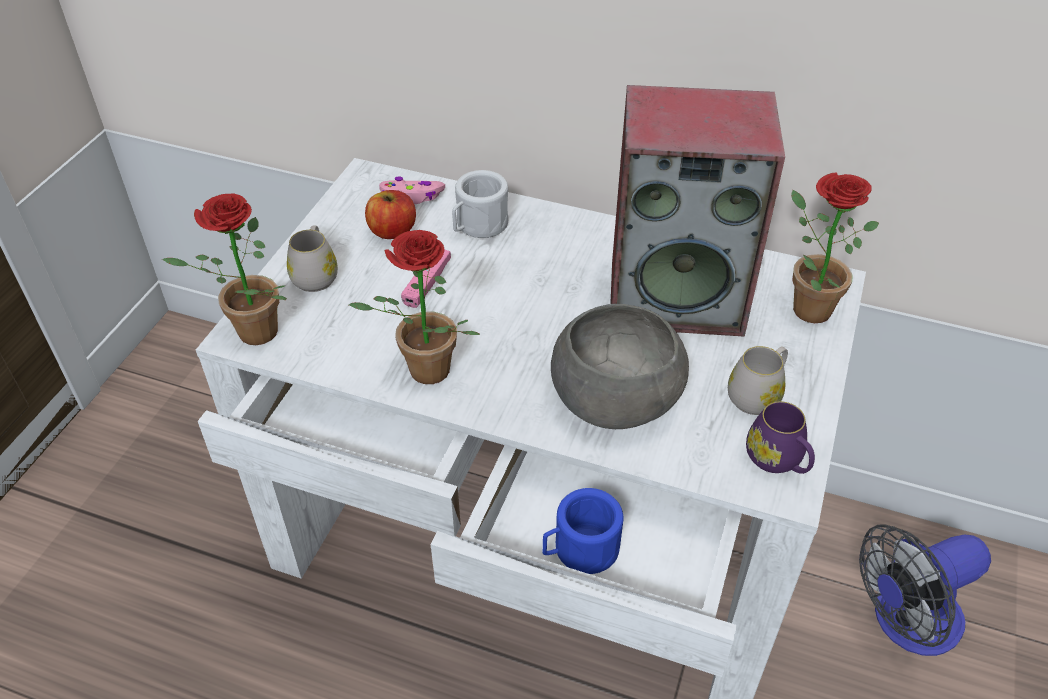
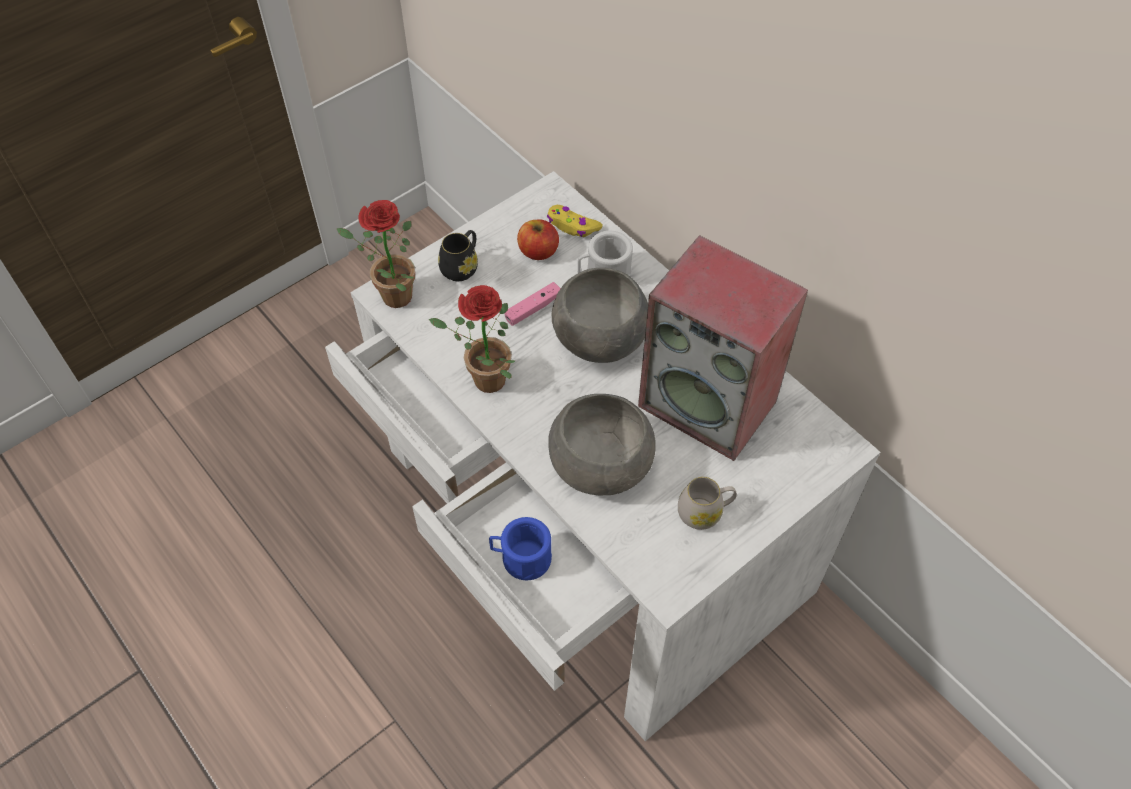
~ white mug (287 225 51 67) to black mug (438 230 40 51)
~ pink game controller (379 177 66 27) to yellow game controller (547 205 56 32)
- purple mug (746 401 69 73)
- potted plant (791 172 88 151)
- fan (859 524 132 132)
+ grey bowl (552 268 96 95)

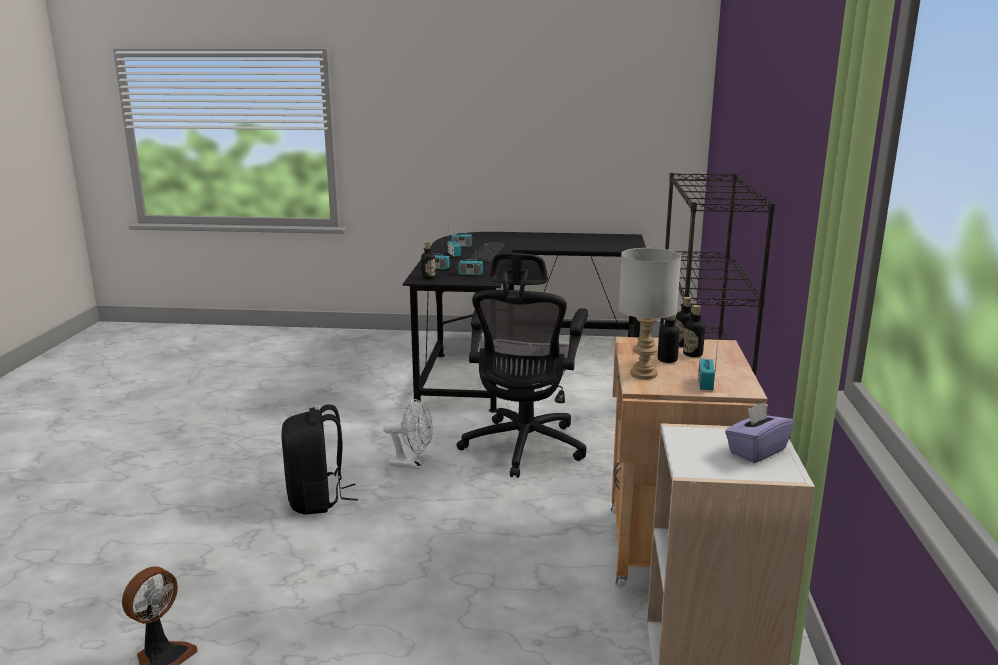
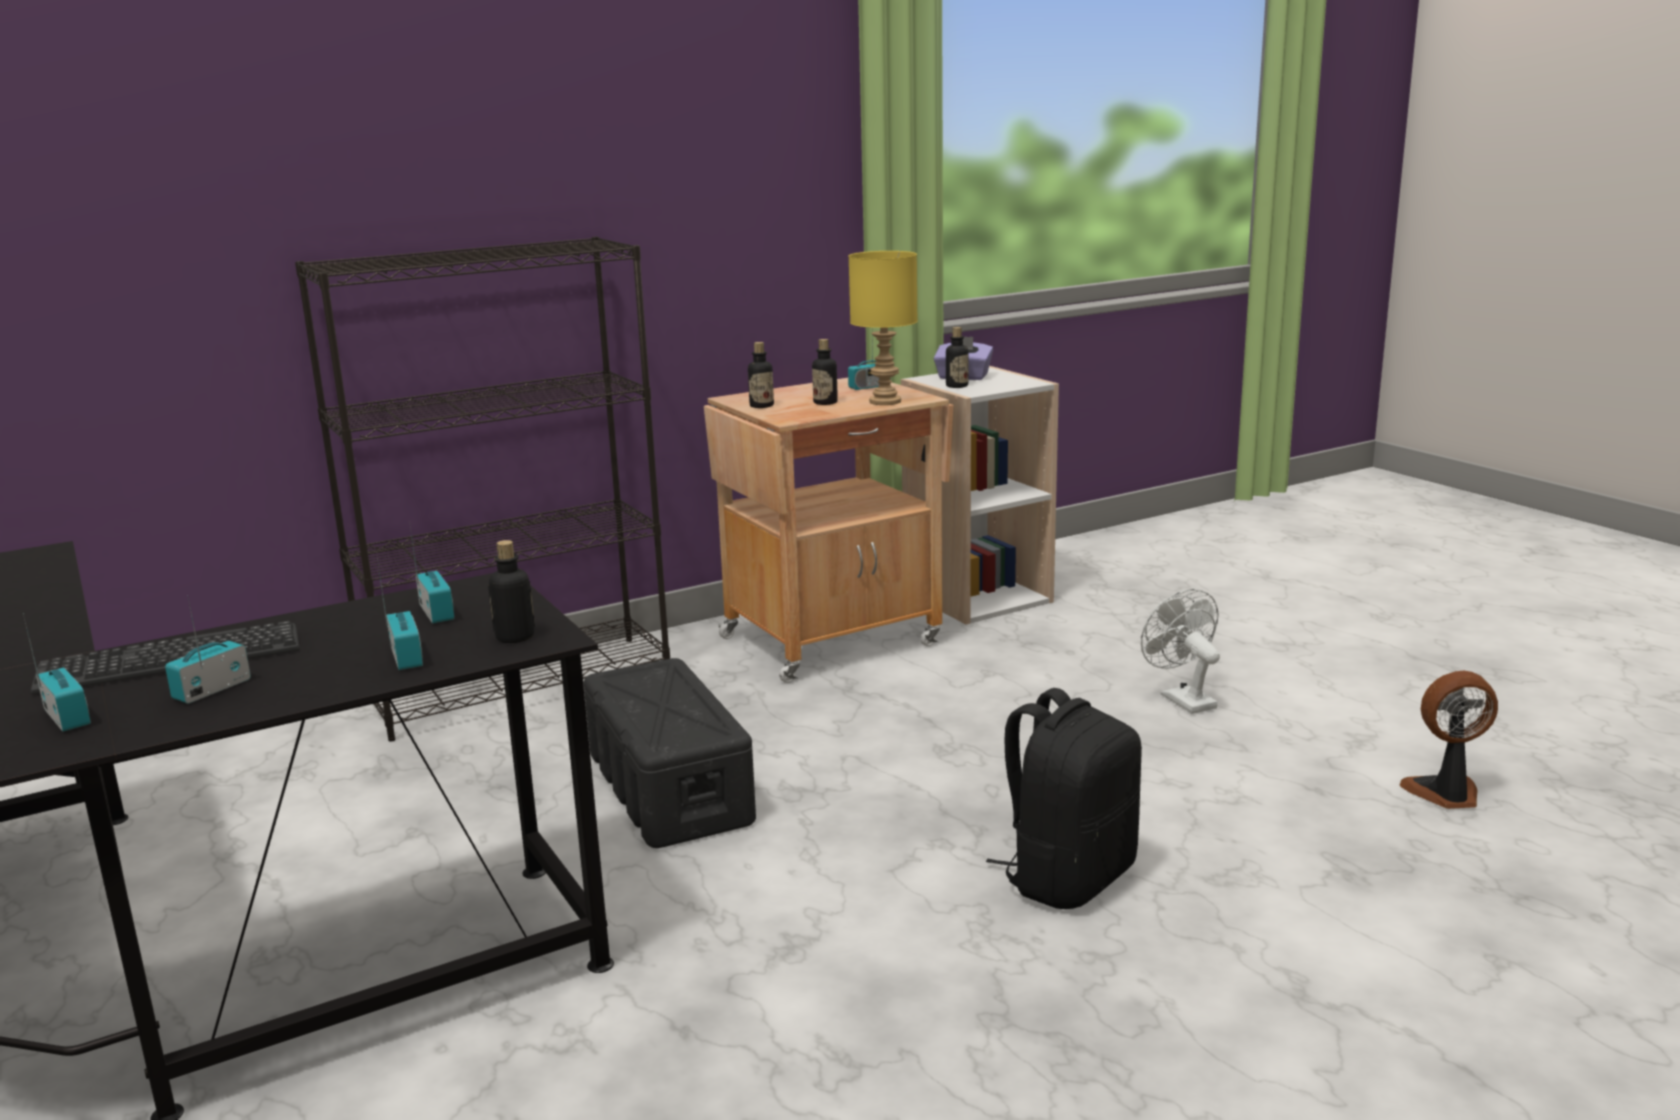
~ white fan (383 399 50 70) to (1141 589 79 125)
~ office chair (456 253 132 225) to black storage box (583 658 173 190)
~ grey table lamp (619 248 62 131) to yellow table lamp (848 251 70 154)
~ bottle (683 305 22 52) to (946 327 22 61)

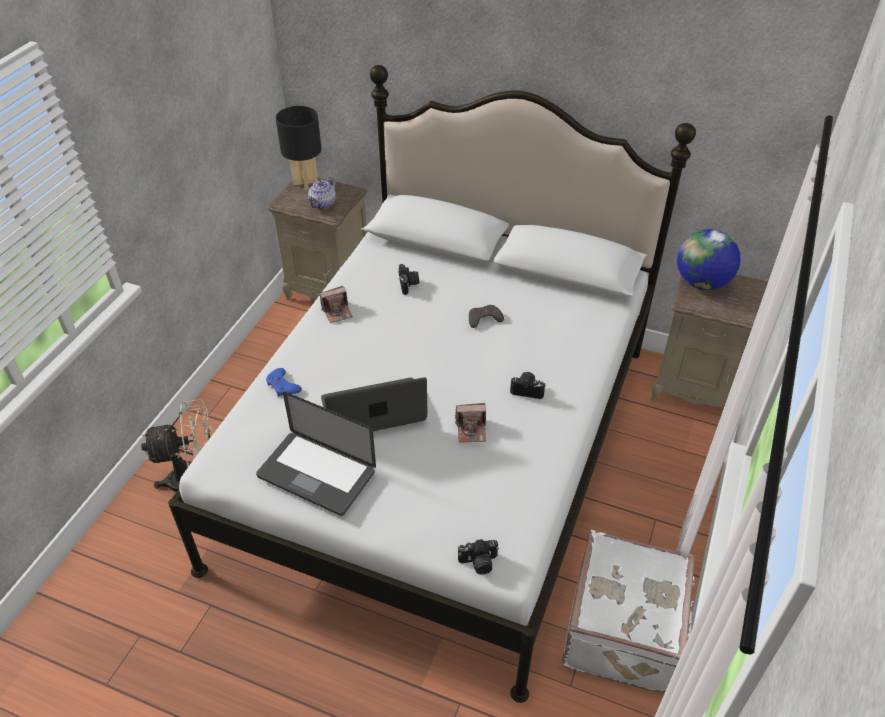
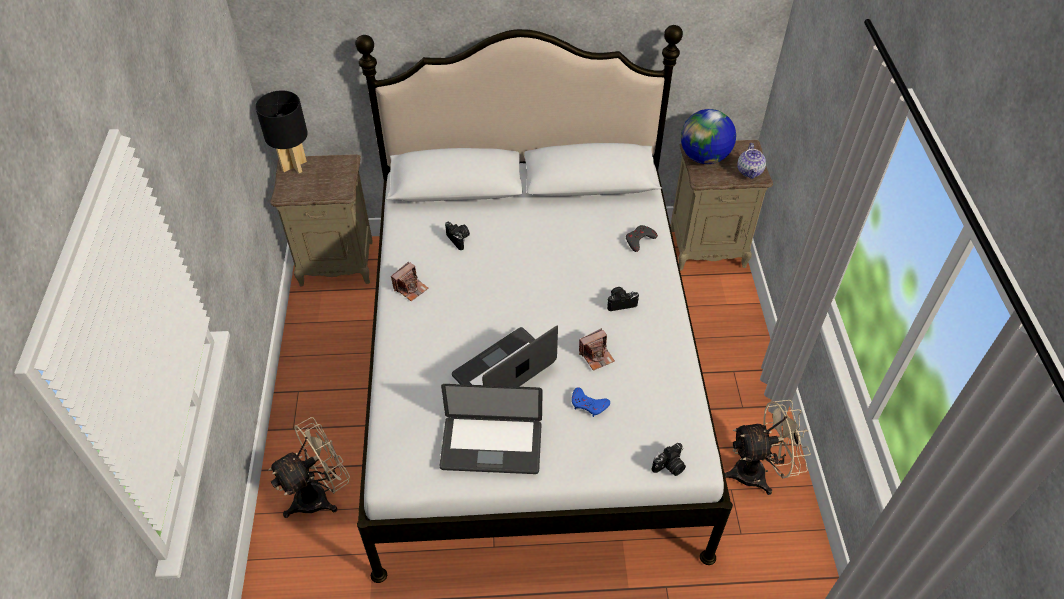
~ blue game controller (266 368 36 29) to (572 387 38 30)
~ teapot (307 177 29 32) to (737 143 29 36)
~ grey game controller (469 305 35 23) to (626 225 32 27)
~ white suitcase (562 530 133 163) to beige fan (724 400 87 95)

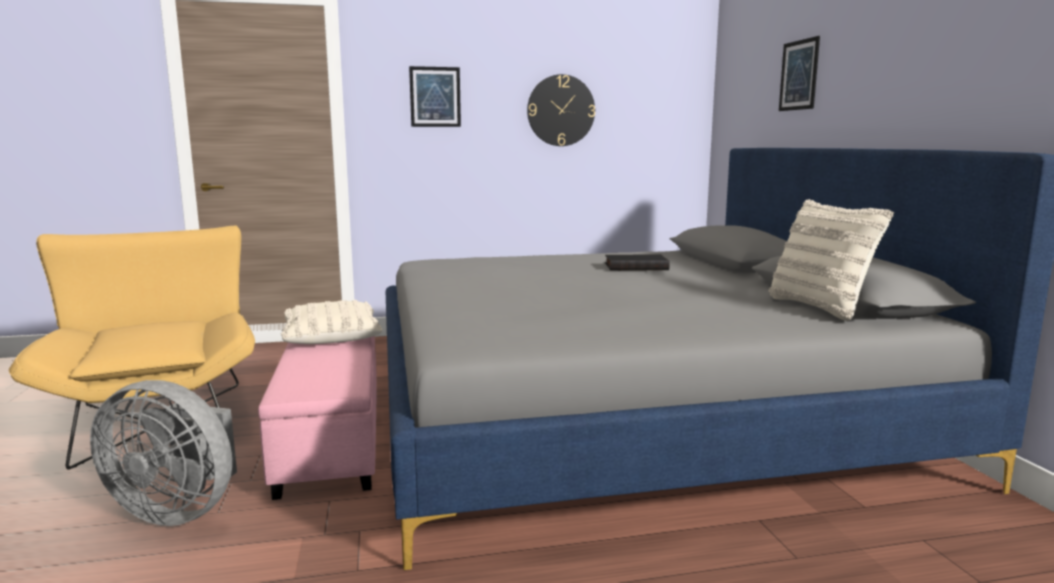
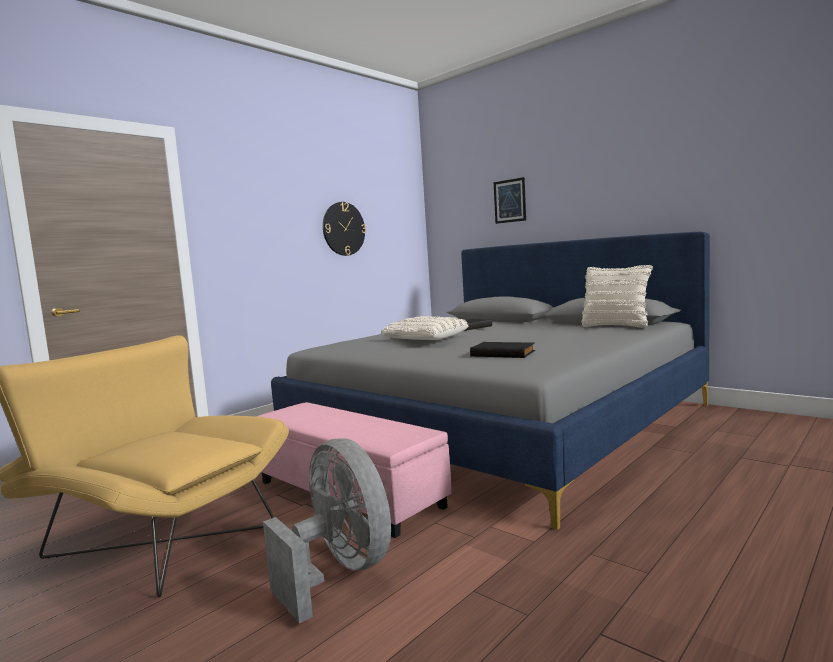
~ grey fan (90 380 147 146) = (263 438 128 186) 105 degrees counterclockwise
~ beige pillow (281 300 101 44) to (381 316 88 24)
- picture (409 66 52 61)
+ black book (470 342 65 16)

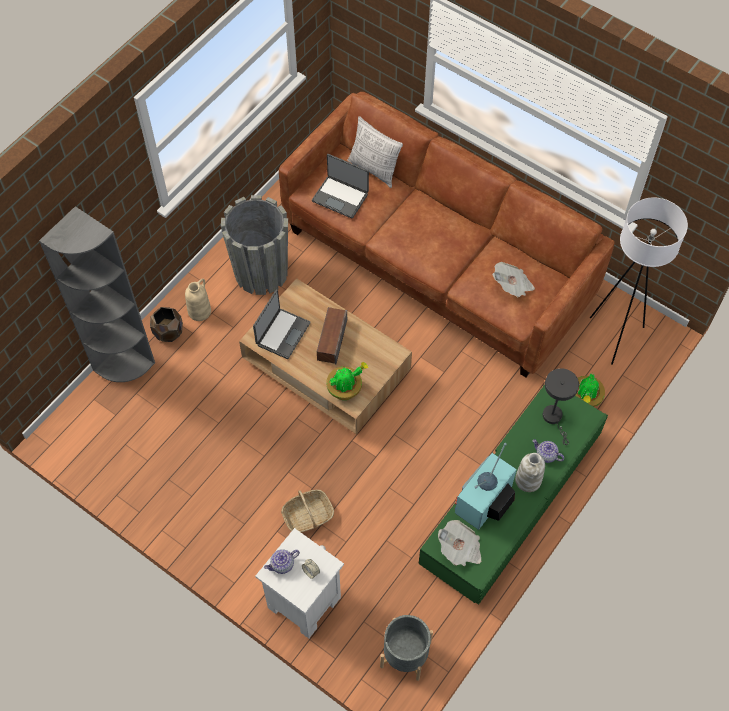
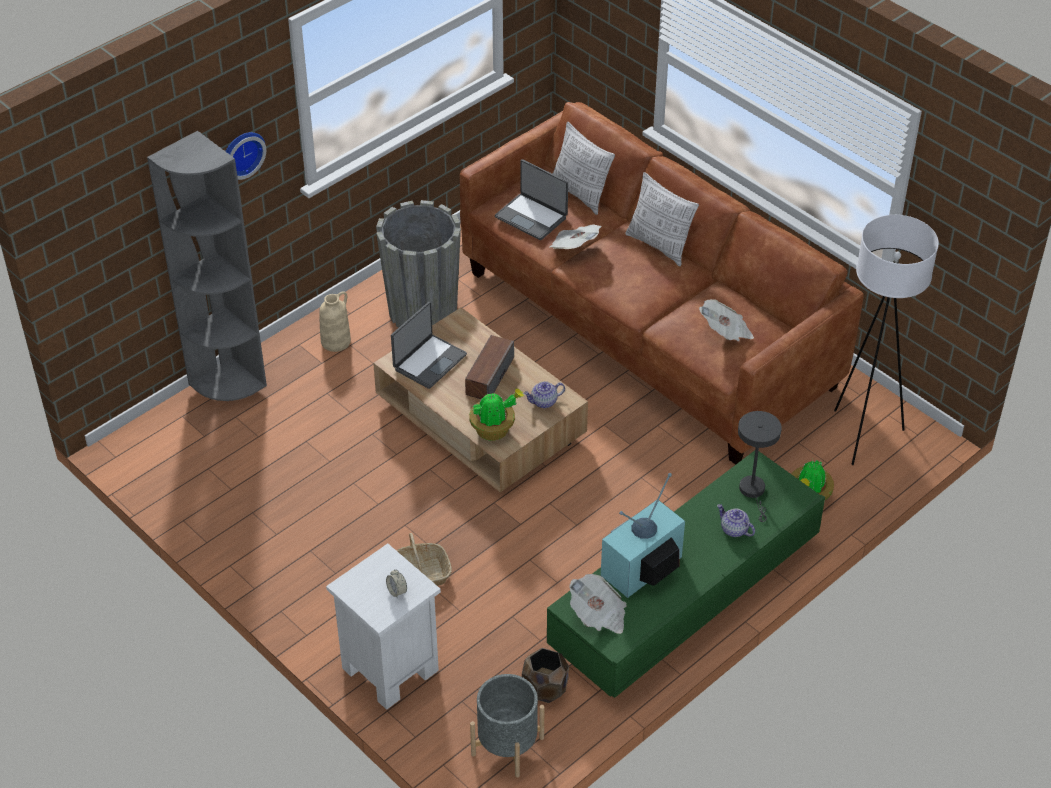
~ brown planter (150 307 33 35) to (522 648 47 55)
~ teapot (264 549 36 25) to (523 381 42 27)
- white vase (515 453 30 39)
+ wall clock (225 132 41 48)
+ newspaper (550 224 52 25)
+ pillow (625 172 74 94)

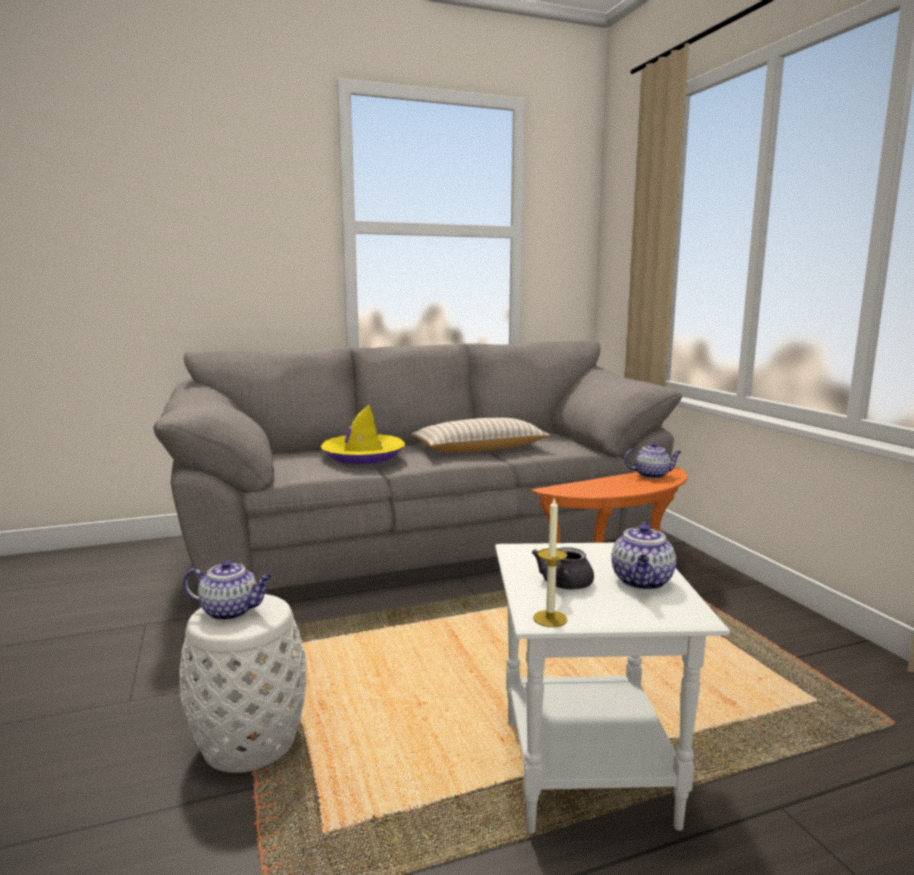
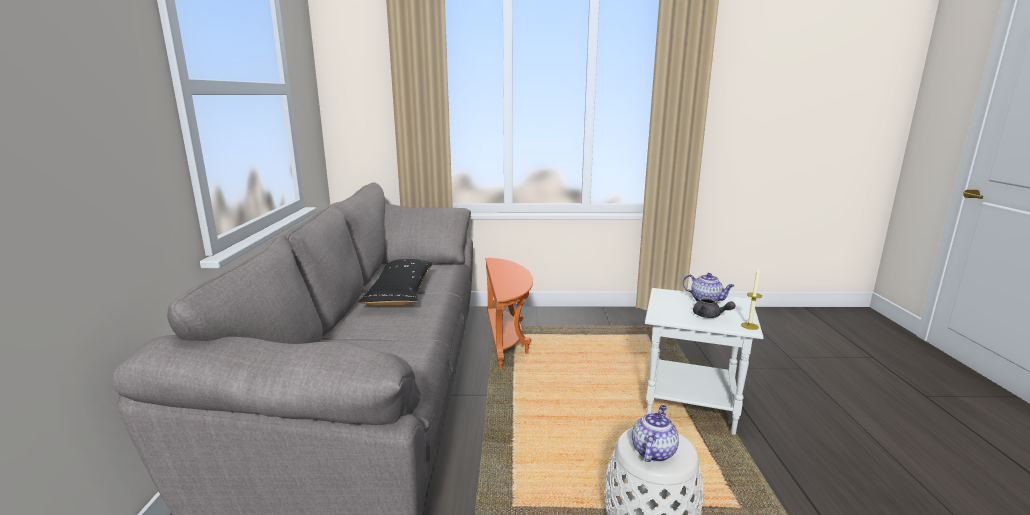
- yellow hat (320 405 85 59)
~ beige pillow (411 417 140 35) to black pillow (358 259 76 47)
- teapot (624 443 58 36)

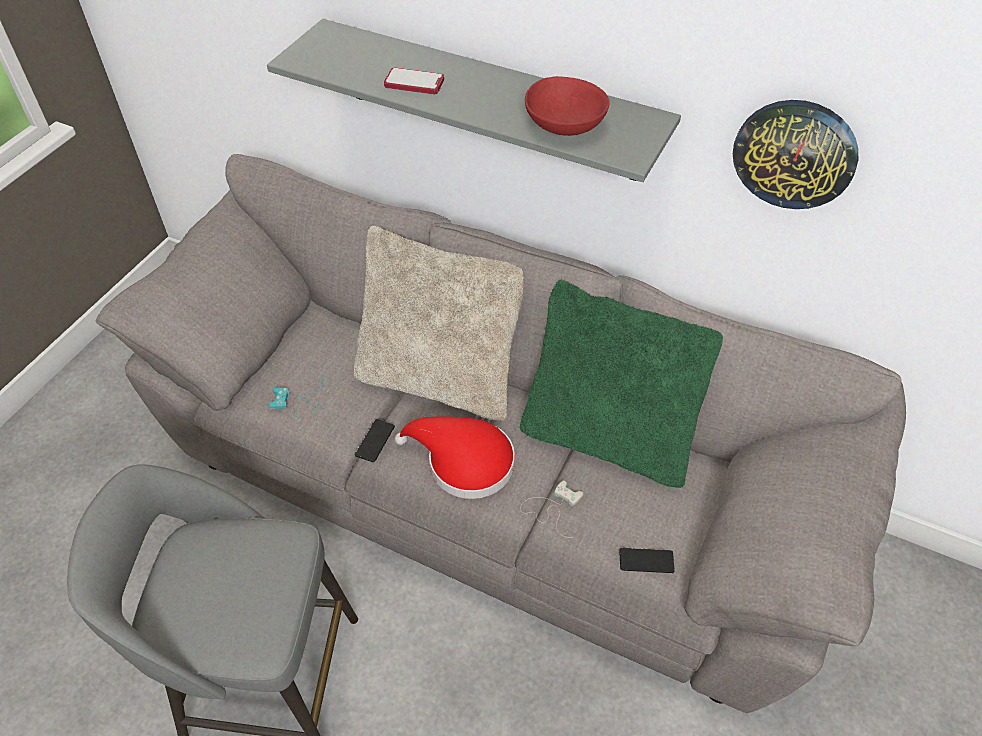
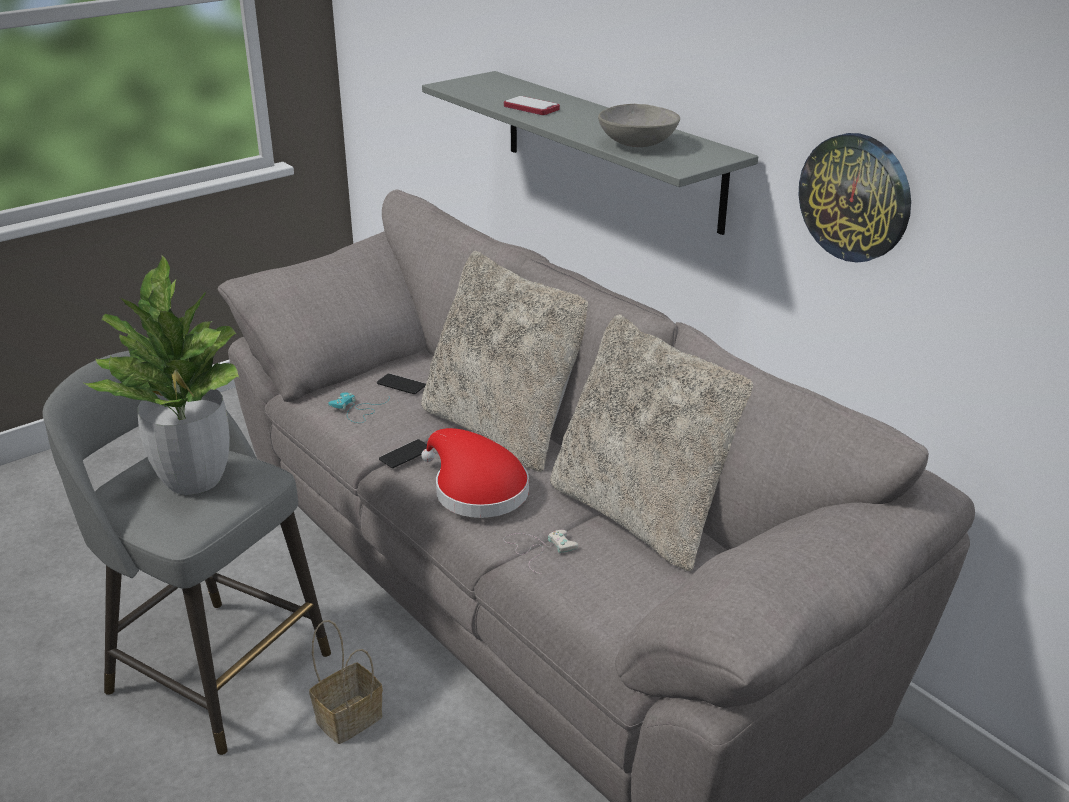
~ green pillow (520 279 203 209) to beige pillow (550 314 204 257)
~ red bowl (525 76 85 60) to grey bowl (598 104 82 43)
~ phone (619 548 56 25) to (377 373 49 21)
+ potted plant (84 255 155 240)
+ basket (309 620 74 124)

